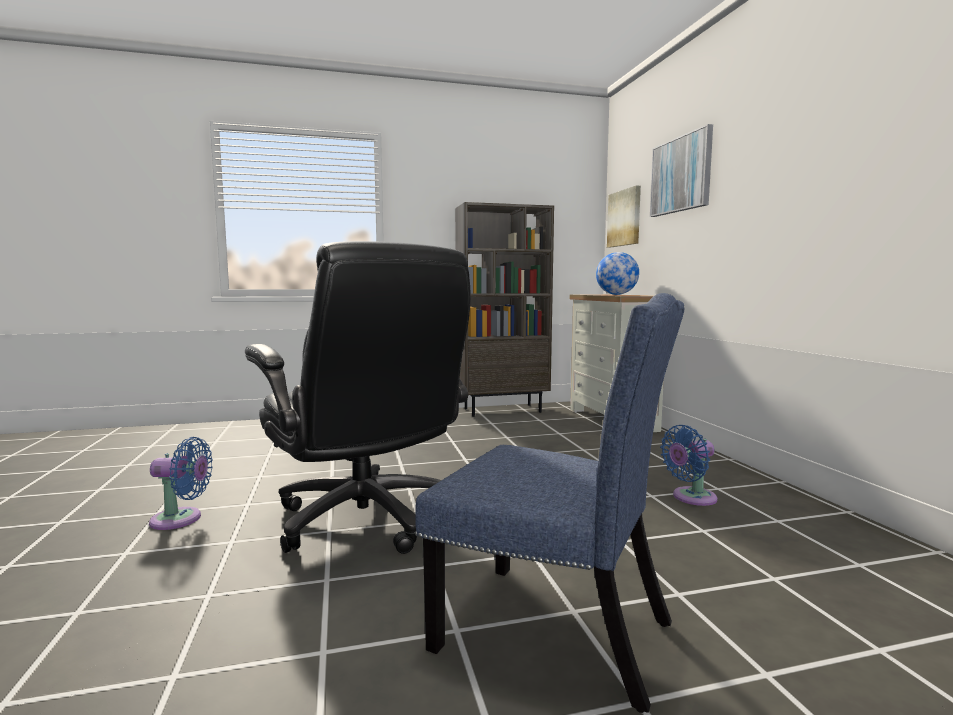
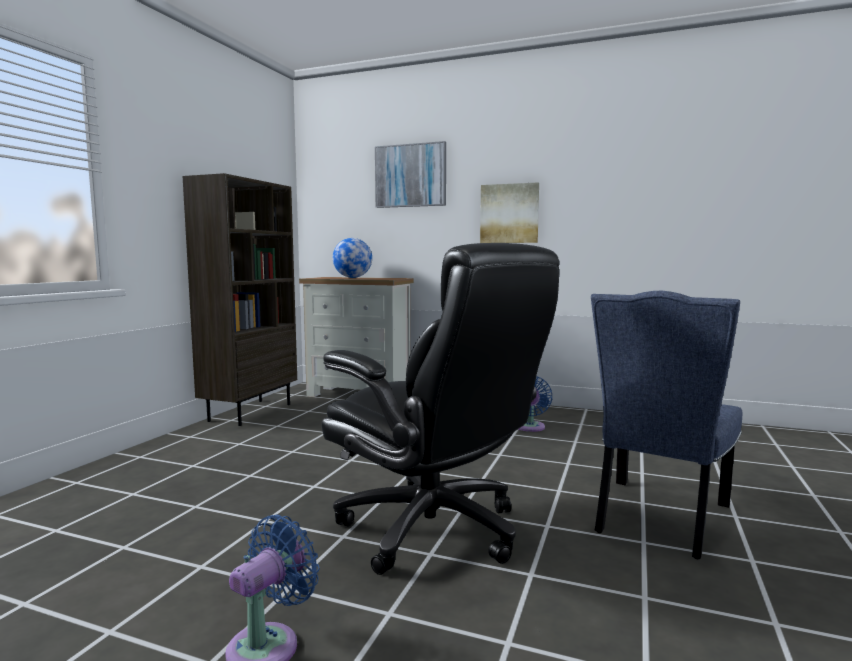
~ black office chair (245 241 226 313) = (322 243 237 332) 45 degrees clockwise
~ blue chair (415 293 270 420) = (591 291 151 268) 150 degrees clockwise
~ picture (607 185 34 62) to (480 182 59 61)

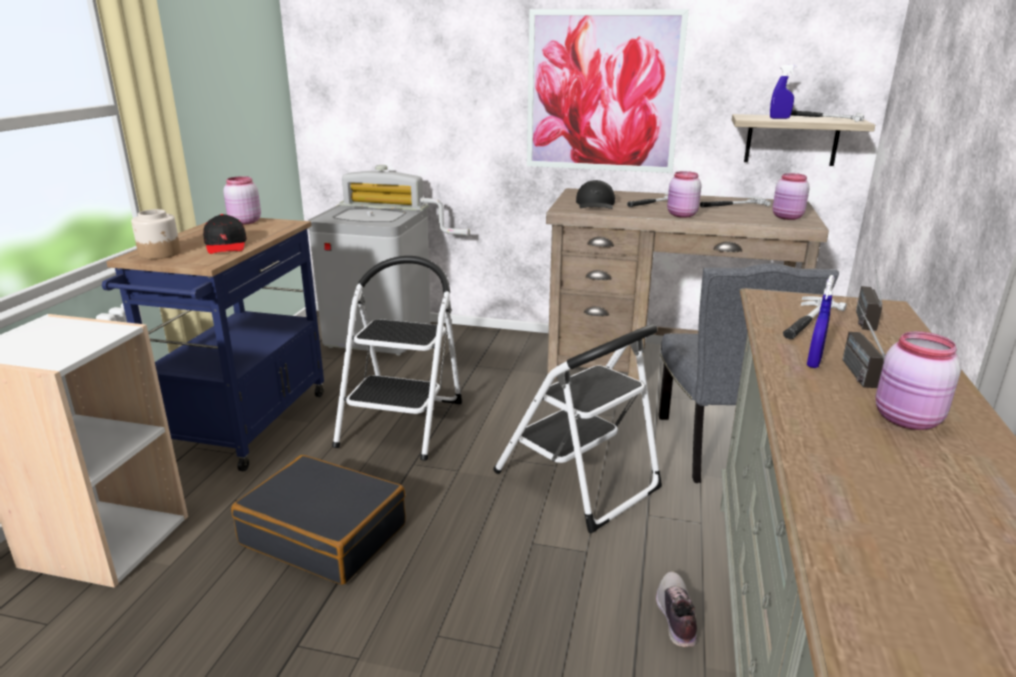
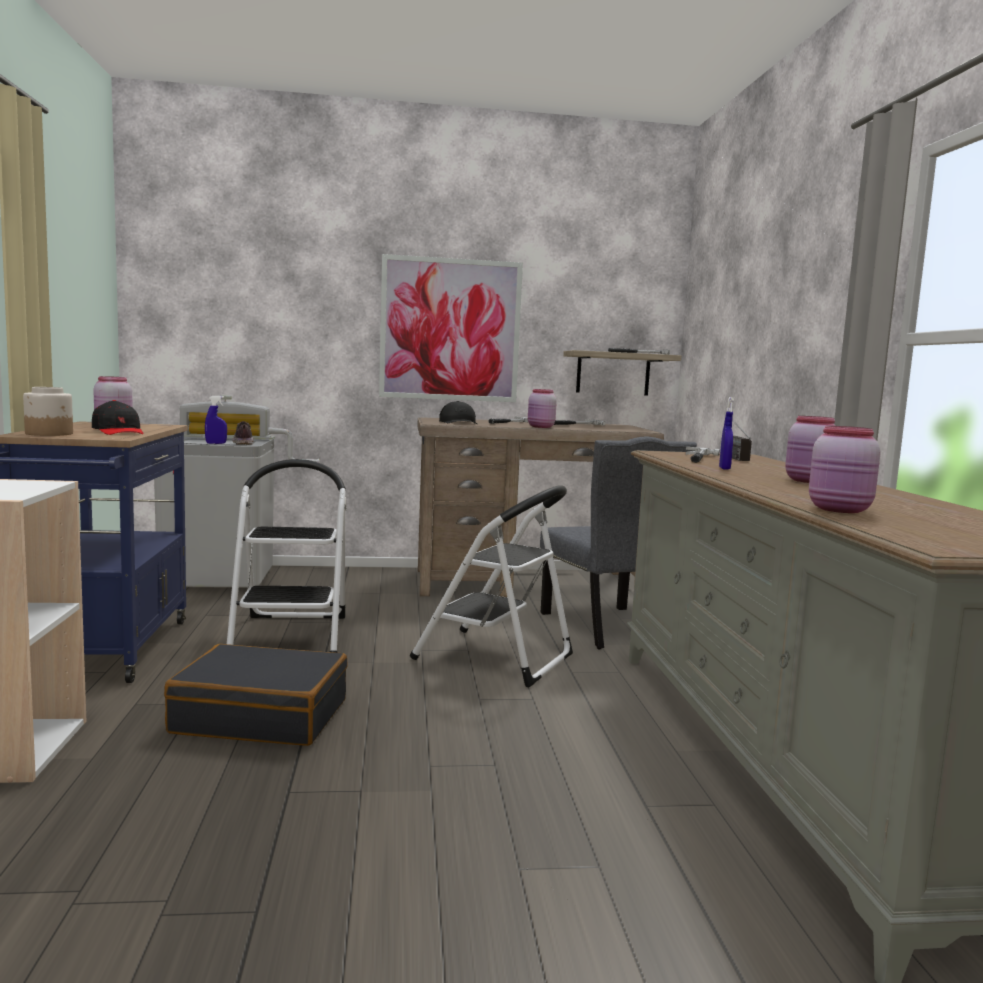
~ shoe (656 572 41 75) to (232 421 22 24)
~ blue spray bottle (770 65 27 54) to (205 396 22 48)
~ pink jar (772 173 38 47) to (809 426 71 87)
- radio (843 298 42 90)

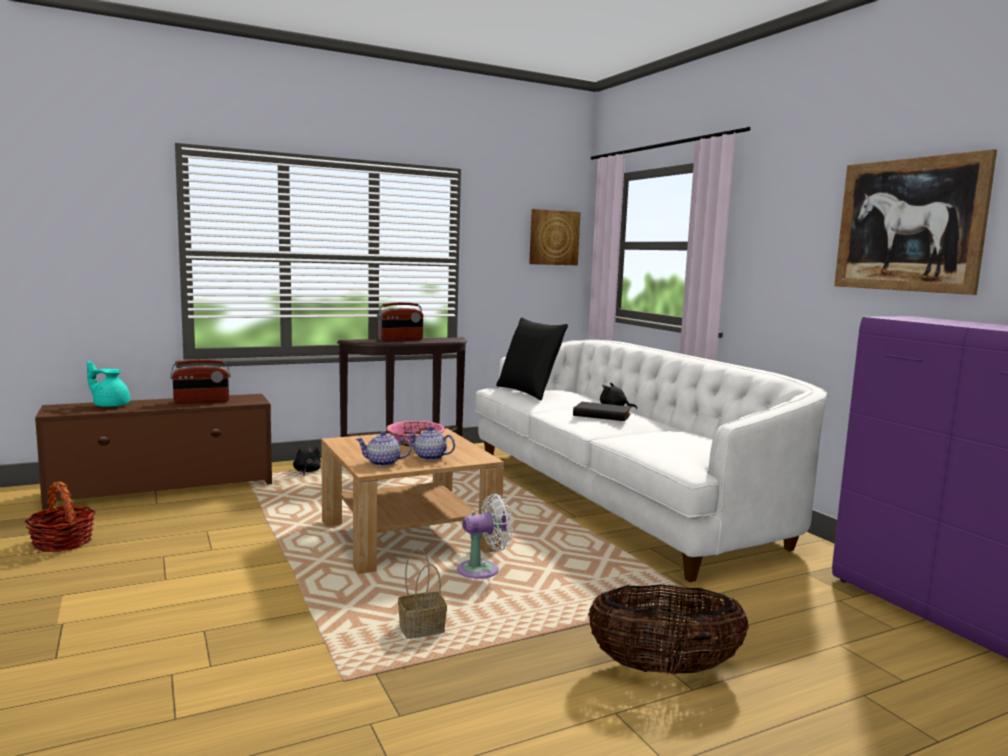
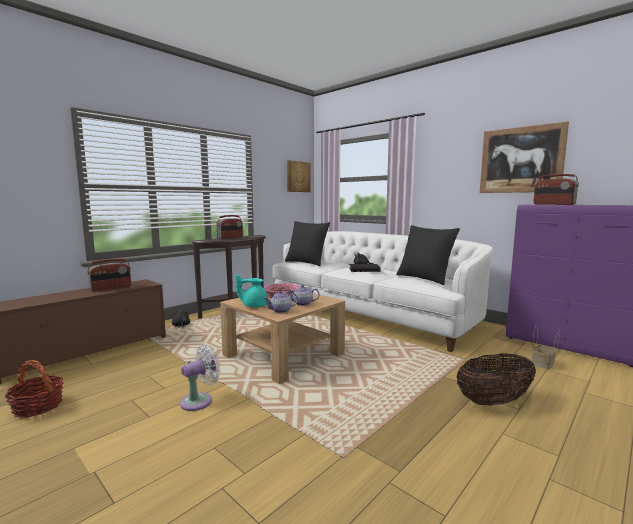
~ turquoise teapot (87 361 43 46) to (236 274 32 33)
~ basket (398 548 49 91) to (532 324 28 45)
~ white fan (457 494 56 85) to (180 344 41 67)
+ black pillow (396 225 64 60)
+ radio (533 174 46 31)

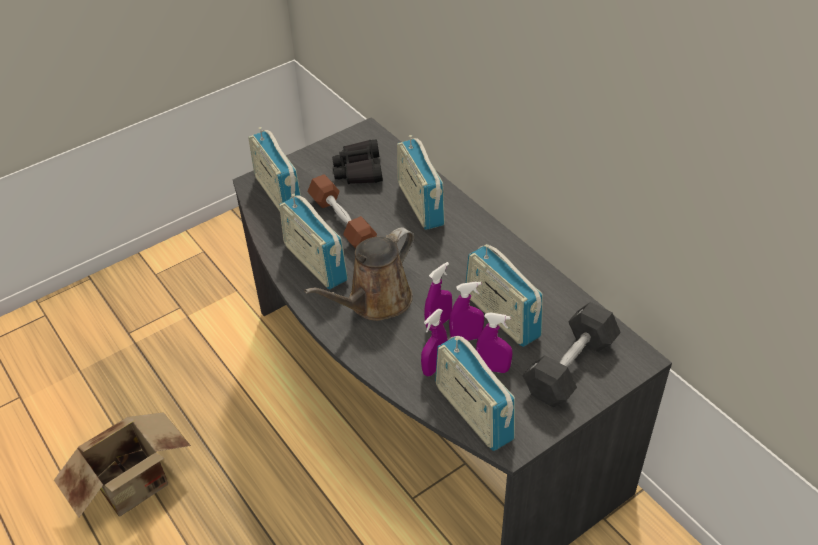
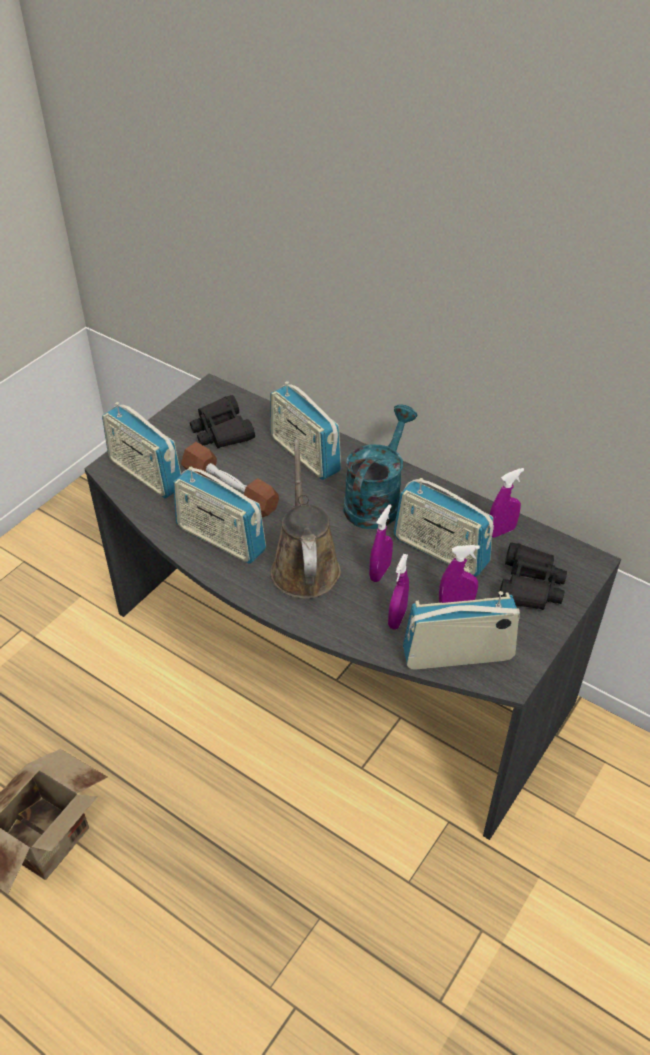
~ brown watering can (304 227 110 94) = (271 439 70 160) 150 degrees clockwise
~ radio (435 336 80 115) = (403 591 117 79) 135 degrees clockwise
~ purple spray bottle (449 281 35 60) to (489 468 35 69)
~ black dumbbell (522 302 99 105) to black binoculars (498 542 69 68)
+ turquoise watering can (343 405 74 124)

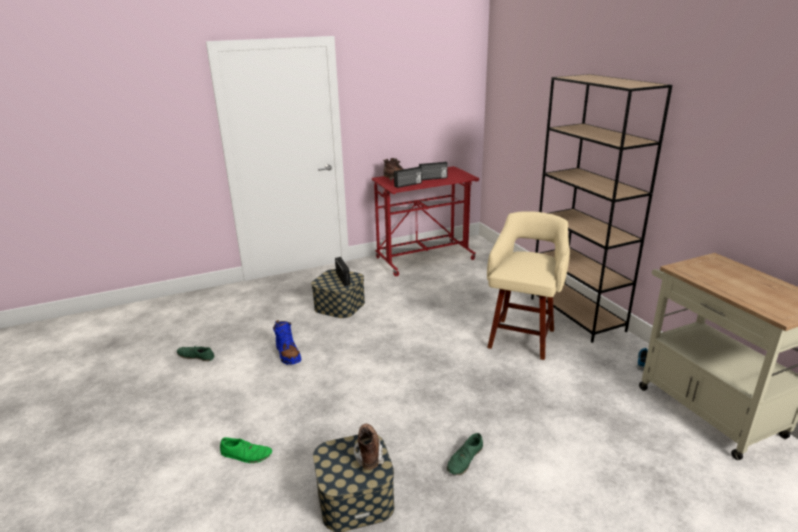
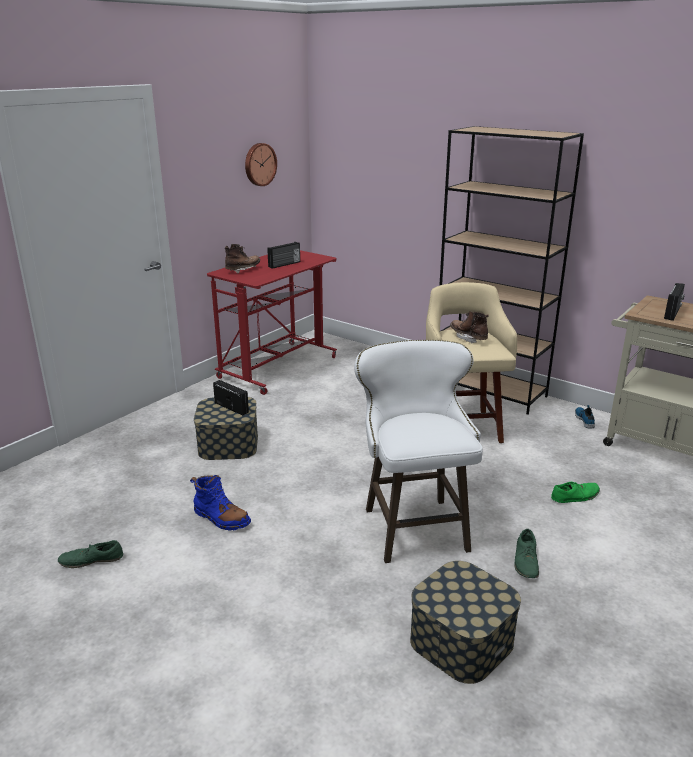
~ green shoe (220 437 52 26) to (551 482 49 21)
~ brown boot (354 424 30 46) to (450 311 39 33)
~ radio (394 166 28 22) to (664 283 21 38)
+ wall clock (245 143 32 43)
+ white stool (354 340 129 223)

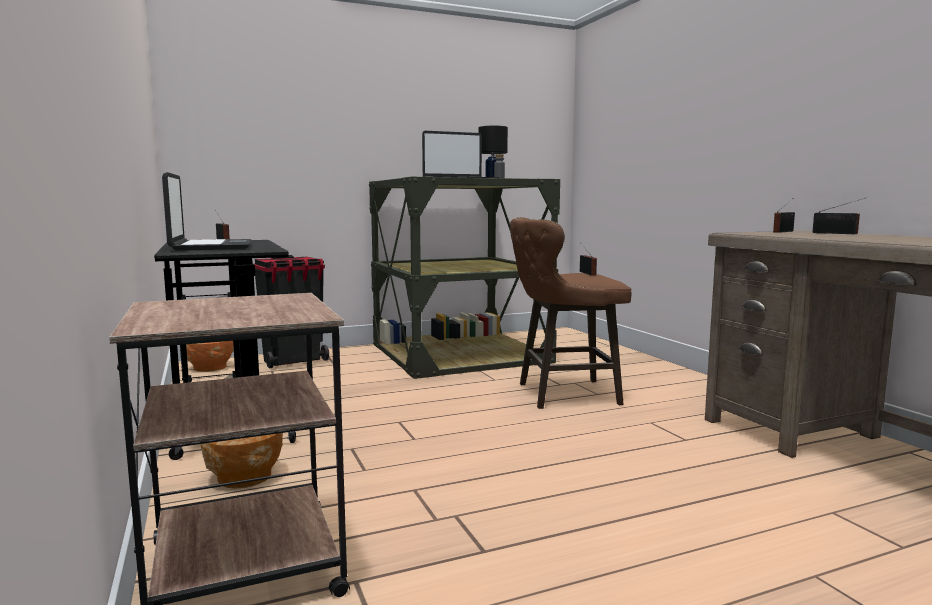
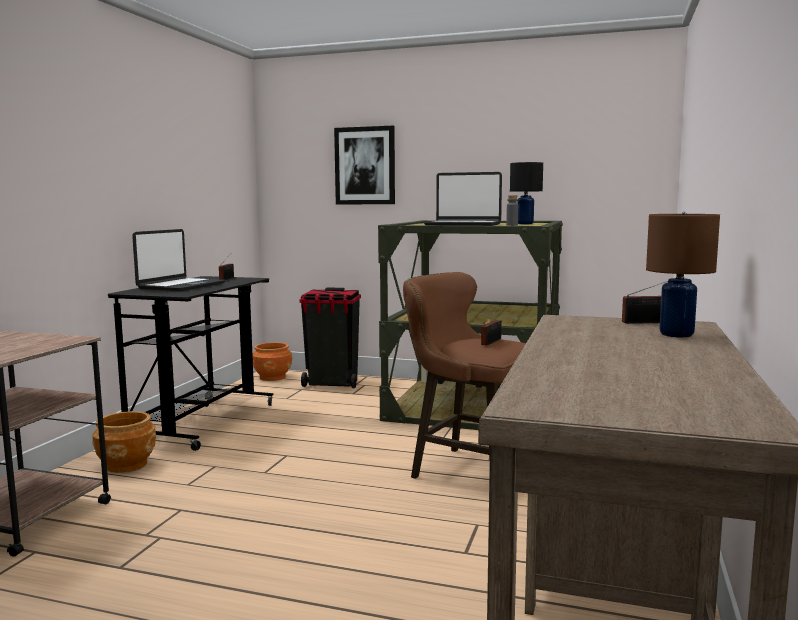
~ radio (812 198 52 36) to brown table lamp (646 212 74 126)
+ picture (334 126 61 78)

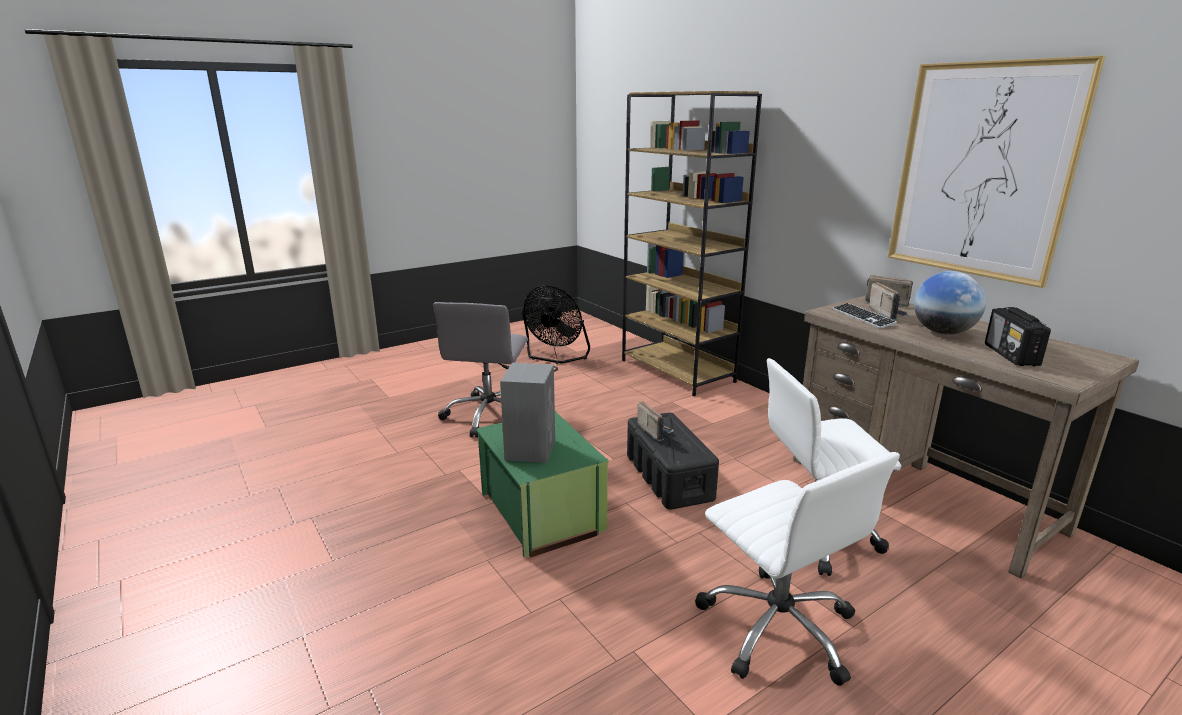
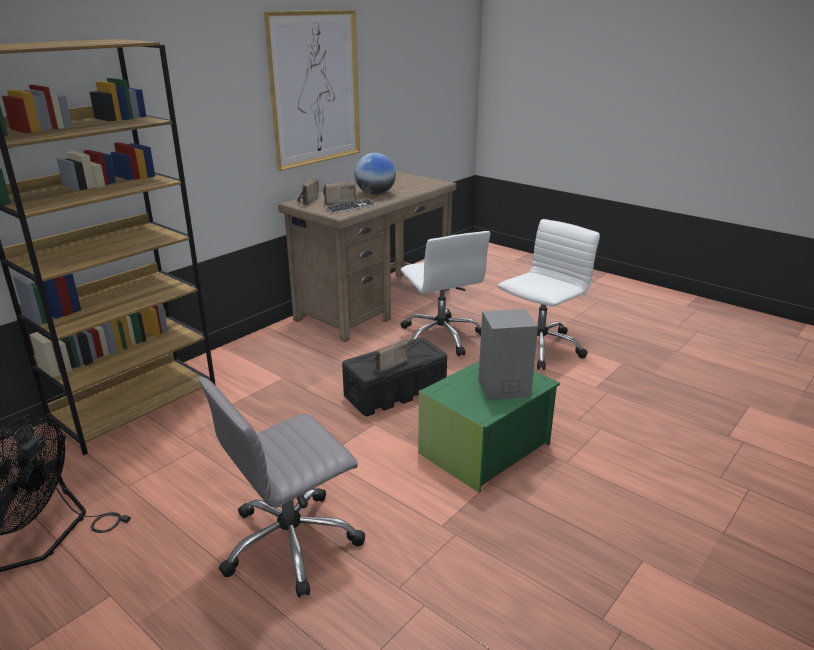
~ grey office chair (433 302 95 136) = (198 377 167 220) 150 degrees clockwise
- radio (985 307 66 59)

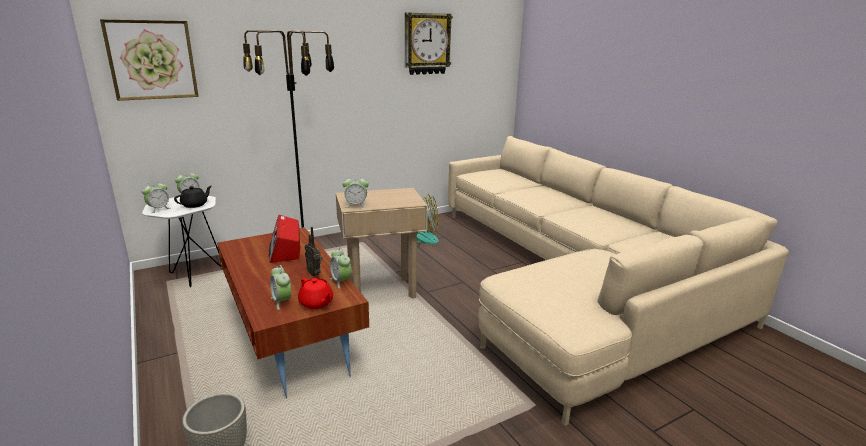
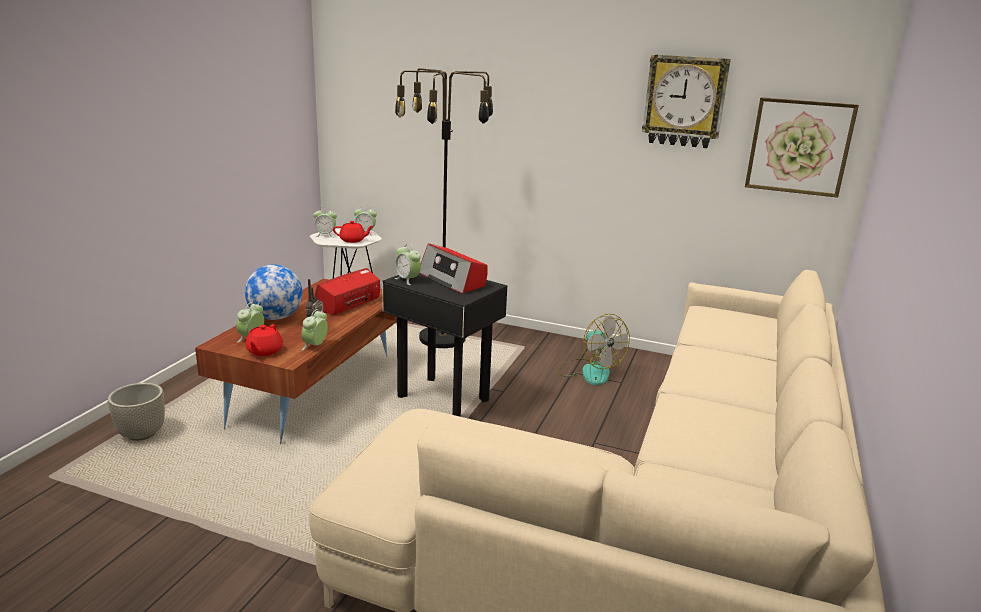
~ picture (100 19 99 82) to (745 97 114 101)
~ black teapot (174 186 38 22) to red teapot (333 221 40 22)
~ beige side table (336 188 92 110) to black side table (382 273 125 144)
+ globe (245 264 57 56)
+ radio (420 243 67 51)

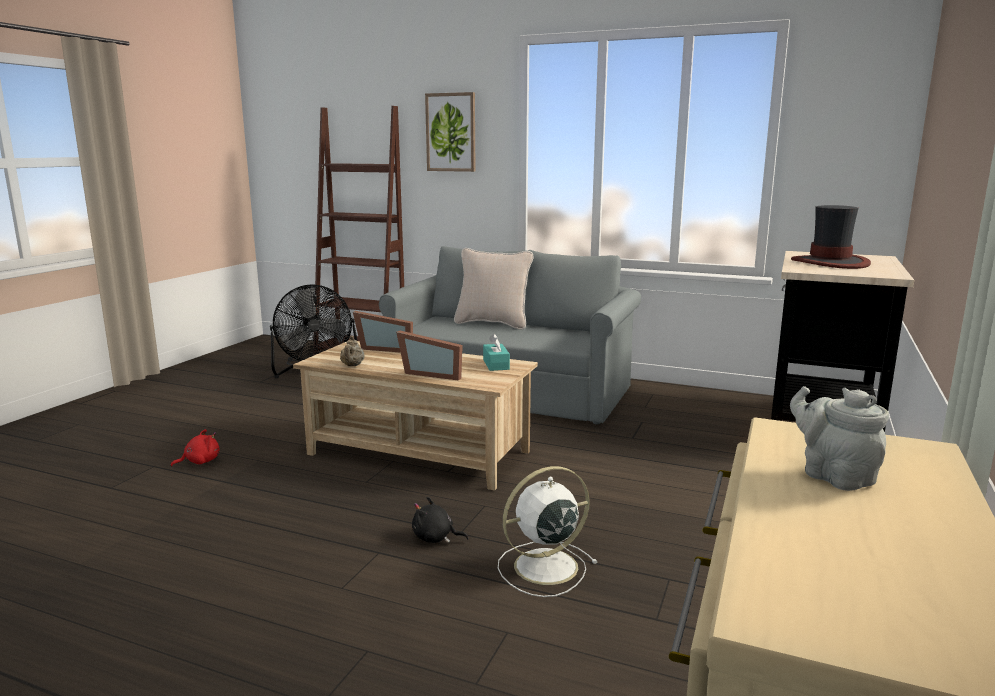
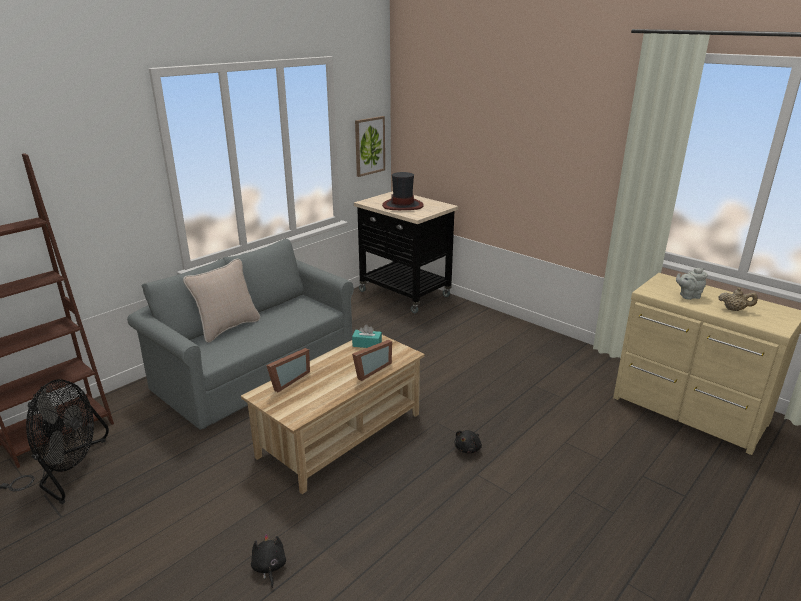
~ red plush toy (170 429 49 38) to black plush toy (251 534 35 54)
~ beige teapot (340 336 24 30) to (719 288 39 23)
~ picture (425 92 51 80) to (355 116 30 61)
- white fan (498 466 100 131)

